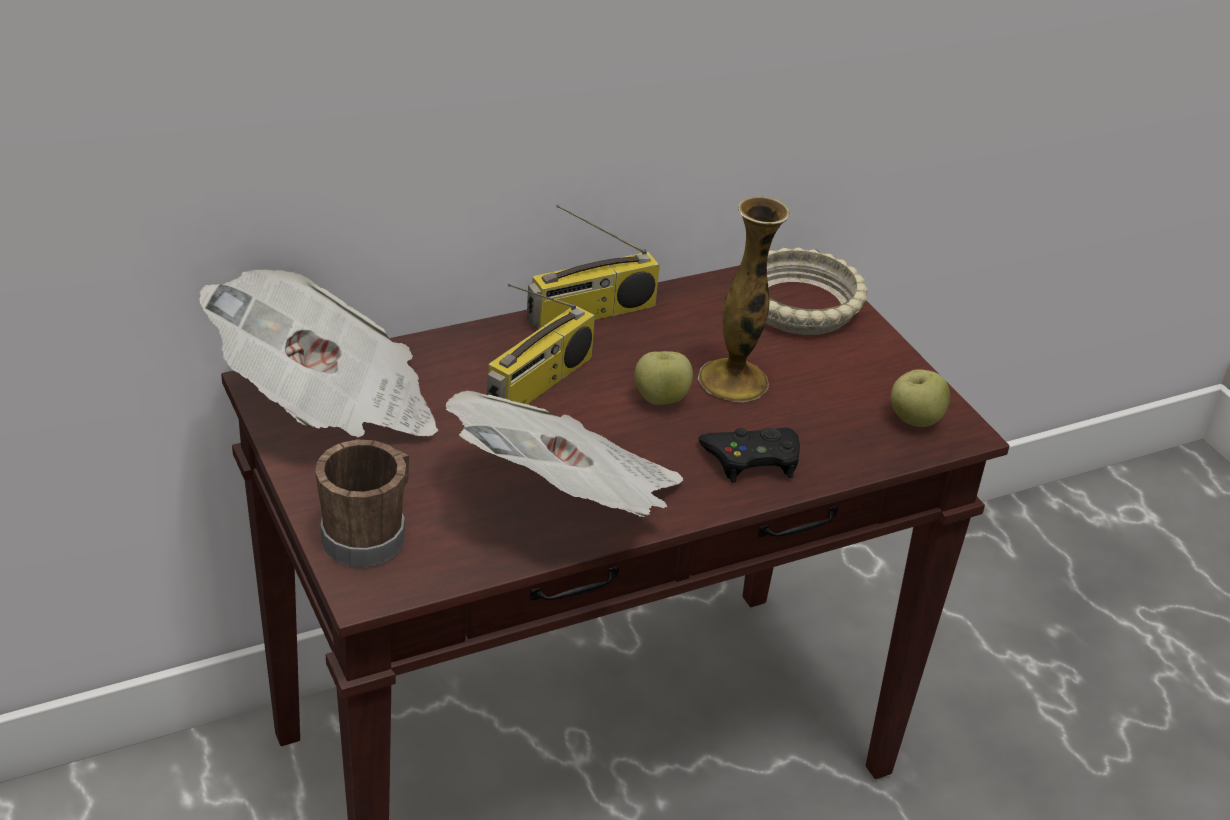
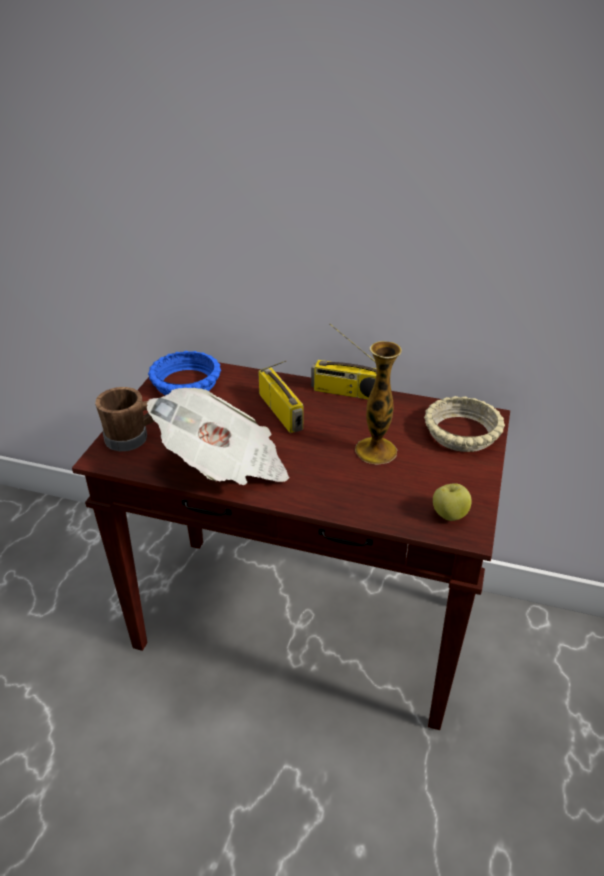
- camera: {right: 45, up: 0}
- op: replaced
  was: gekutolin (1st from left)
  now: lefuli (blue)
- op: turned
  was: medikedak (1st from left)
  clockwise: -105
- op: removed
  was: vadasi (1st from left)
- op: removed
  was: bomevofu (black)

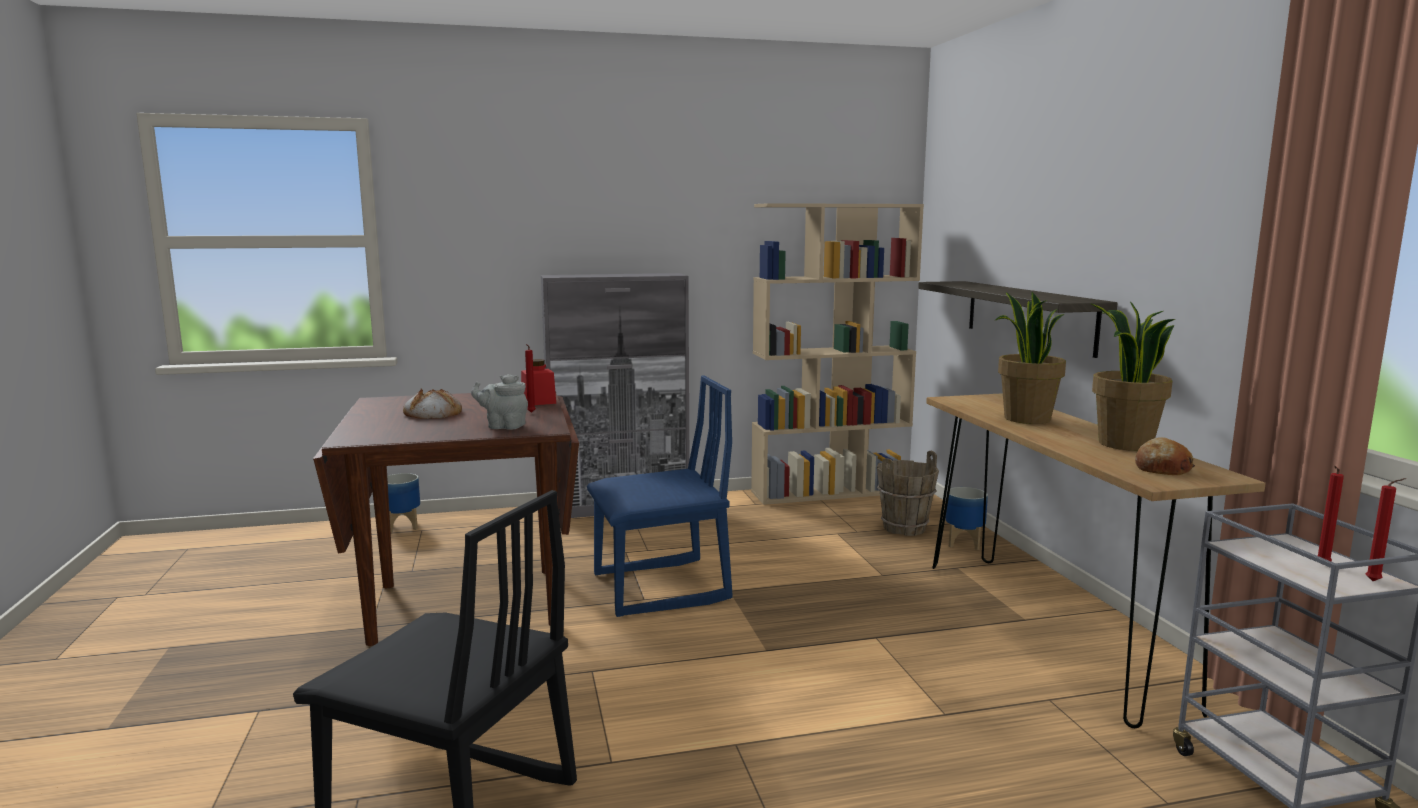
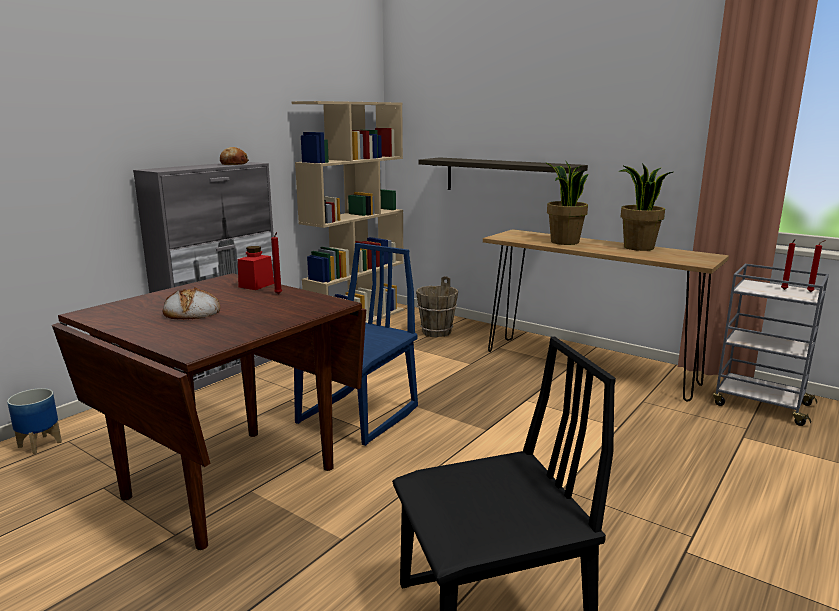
- camera: {right: -40, up: 5}
- op: moved
  was: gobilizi (2nd from left)
- op: removed
  was: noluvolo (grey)
- op: removed
  was: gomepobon (2nd from left)

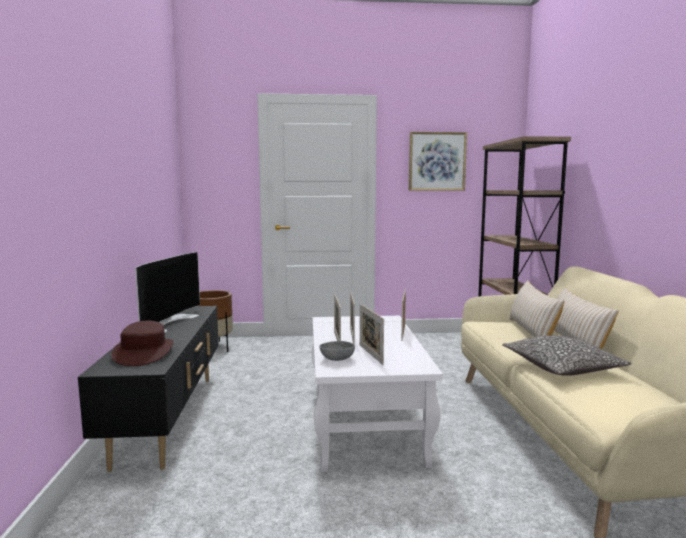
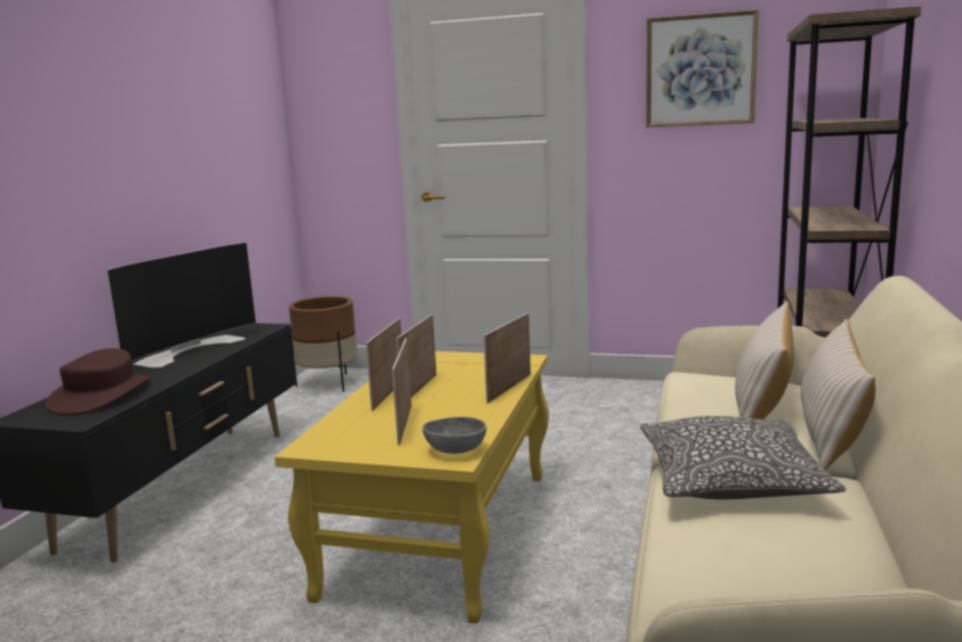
- camera: {right: 20, up: 5}
- op: recoloured
  was: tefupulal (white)
  now: tefupulal (yellow)
- op: moved
  was: lefuli (grey)

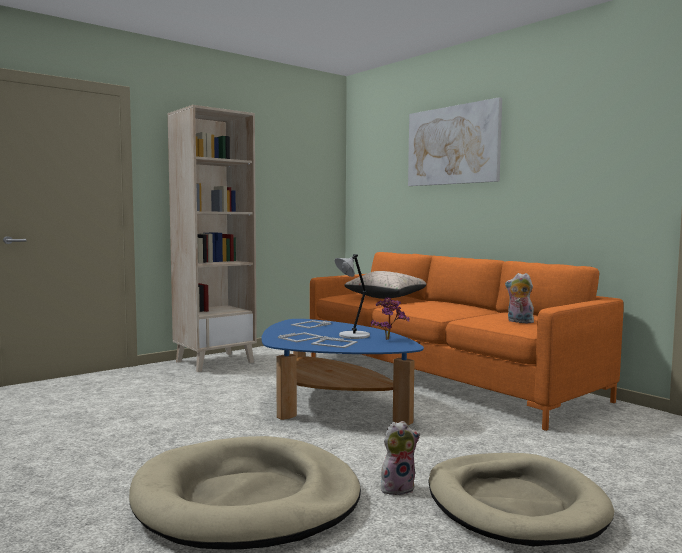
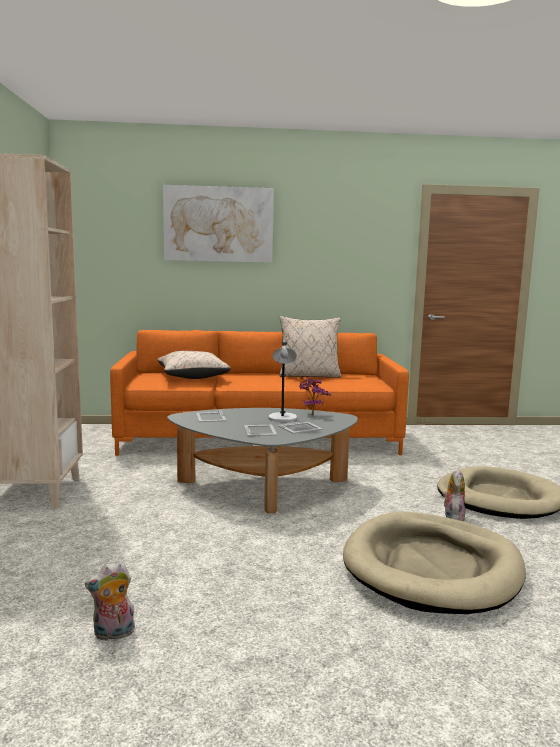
- camera: {right: -55, up: 5}
- op: moved
  was: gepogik (2nd from left in the first image)
  now: gepogik (1st from left)
- op: recoloured
  was: tefupulal (blue)
  now: tefupulal (grey)
- op: added
  now: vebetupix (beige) (2nd from left)

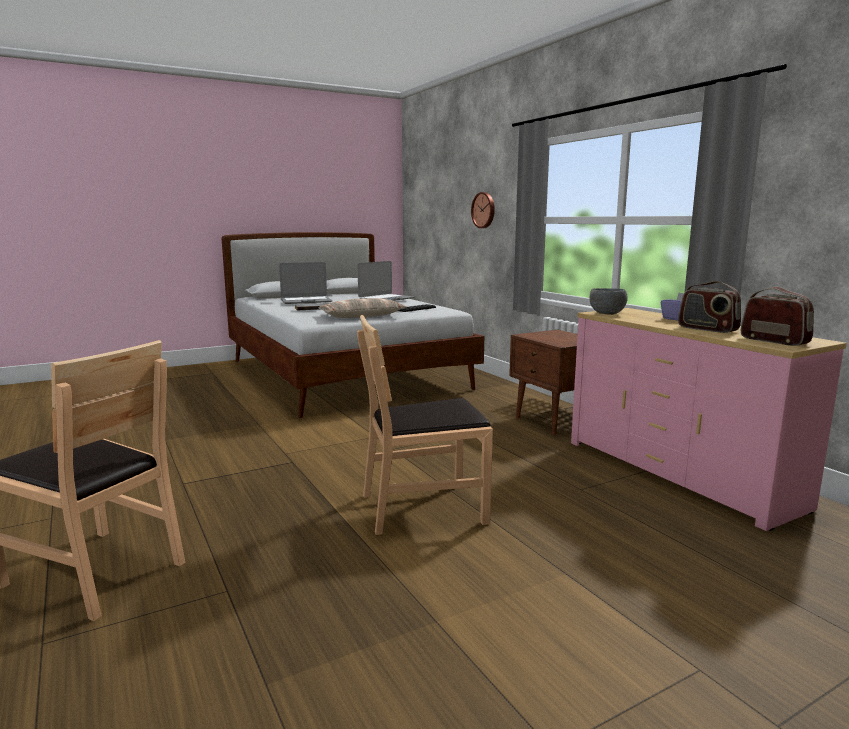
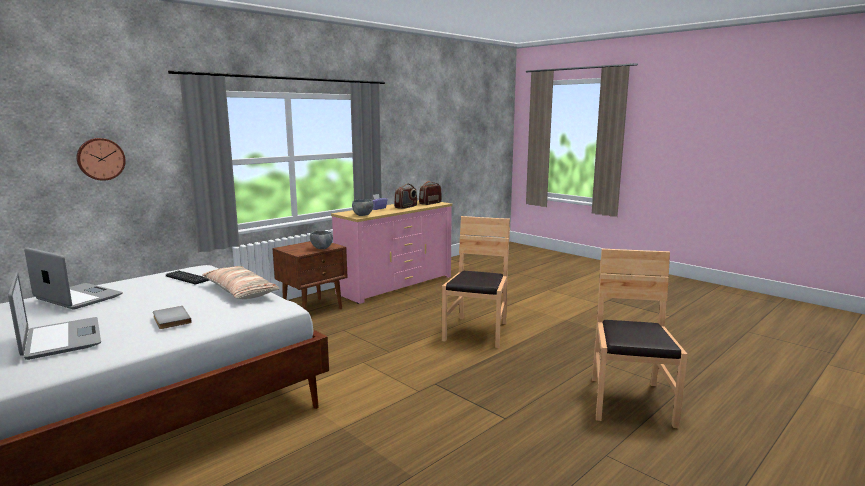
- camera: {right: -105, up: 0}
- op: added
  now: lefuli (grey) (1st from left)
- op: turned
  was: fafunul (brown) (2nd from left in the first image)
  clockwise: -135

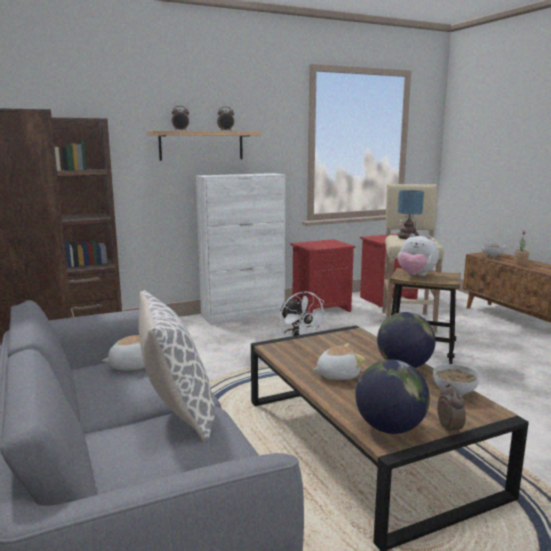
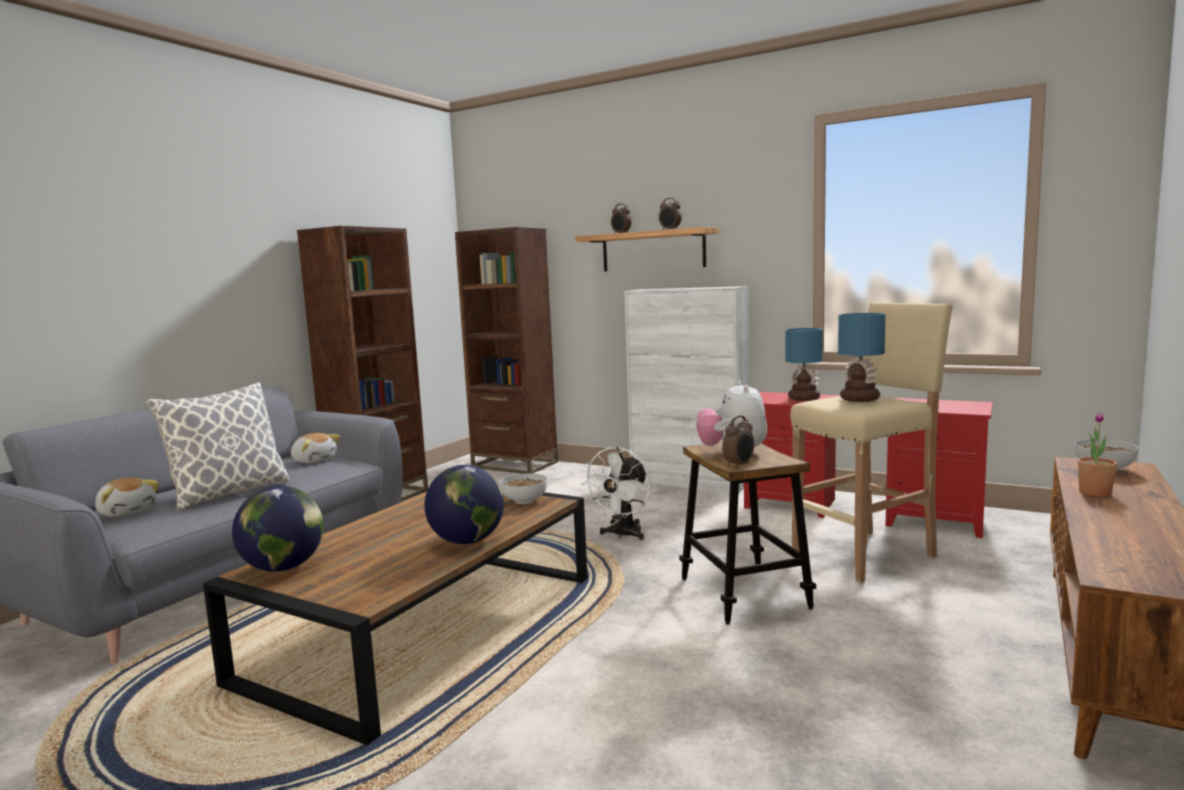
- camera: {right: 55, up: -5}
- op: moved
  was: gepogik (2nd from left in the first image)
  now: gepogik (1st from left)
- op: moved
  was: lefuli (1st from left)
- op: moved
  was: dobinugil (3rd from left)
- op: added
  now: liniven (1st from left)

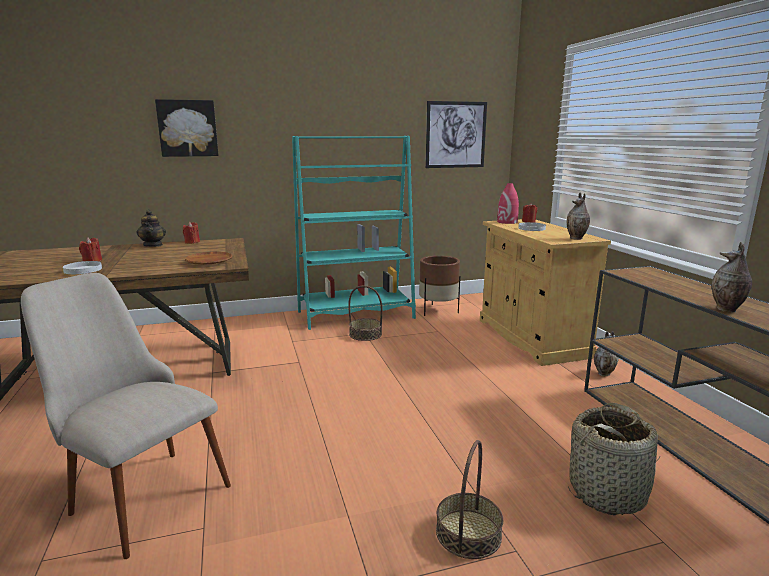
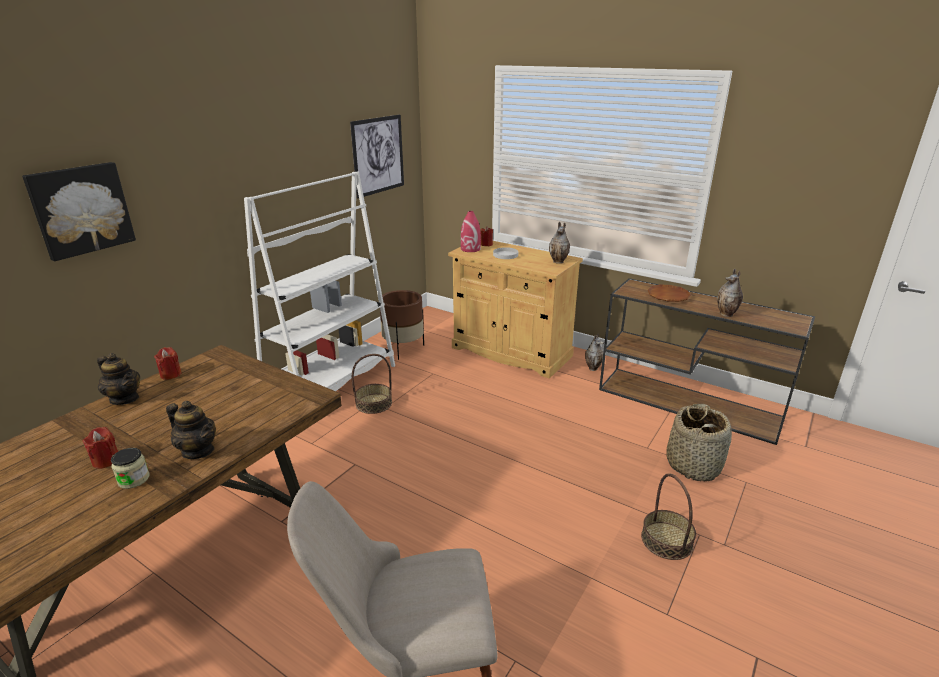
- camera: {right: -40, up: 10}
- op: replaced
  was: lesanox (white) (1st from left)
  now: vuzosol
- op: added
  now: noluvolo (2nd from left)
- op: recoloured
  was: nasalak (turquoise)
  now: nasalak (white)
- op: moved
  was: lesanox (brown)

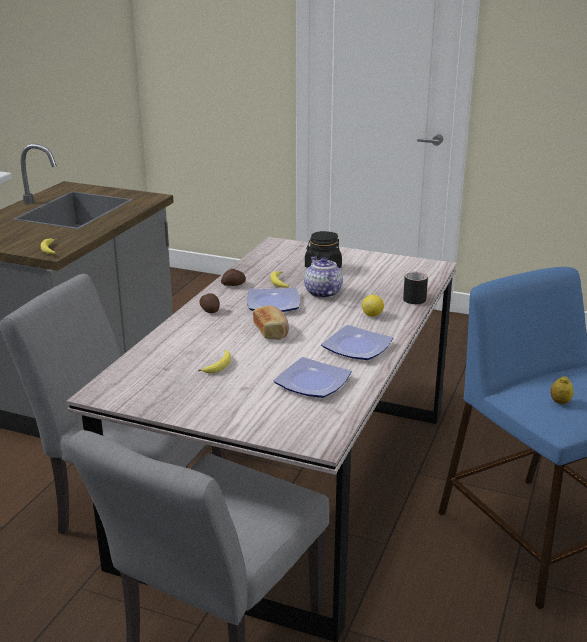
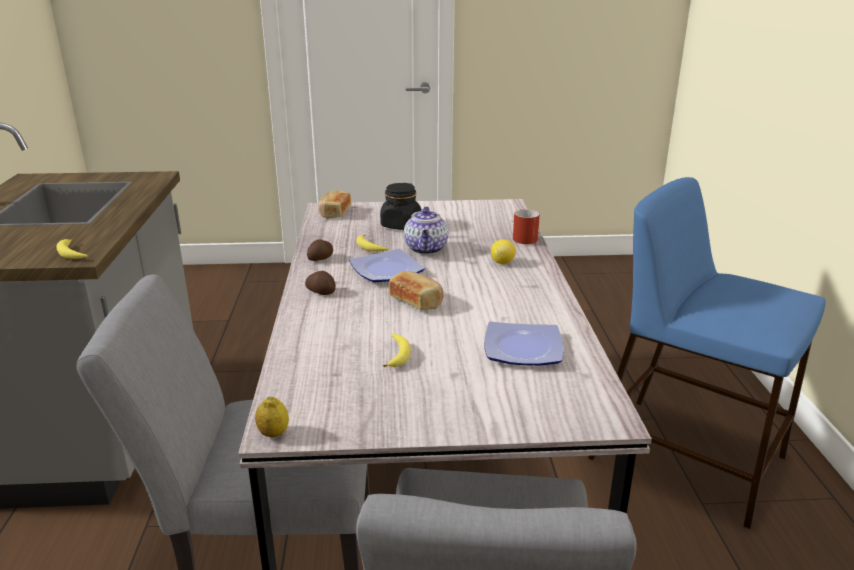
- camera: {right: -25, up: 0}
- op: moved
  was: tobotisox (2nd from left in the first image)
  now: tobotisox (1st from left)
- op: added
  now: gobilizi (1st from left)
- op: turned
  was: noluvolo
  clockwise: -135
- op: recoloured
  was: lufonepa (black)
  now: lufonepa (red)
- op: removed
  was: lesanox (3rd from left)

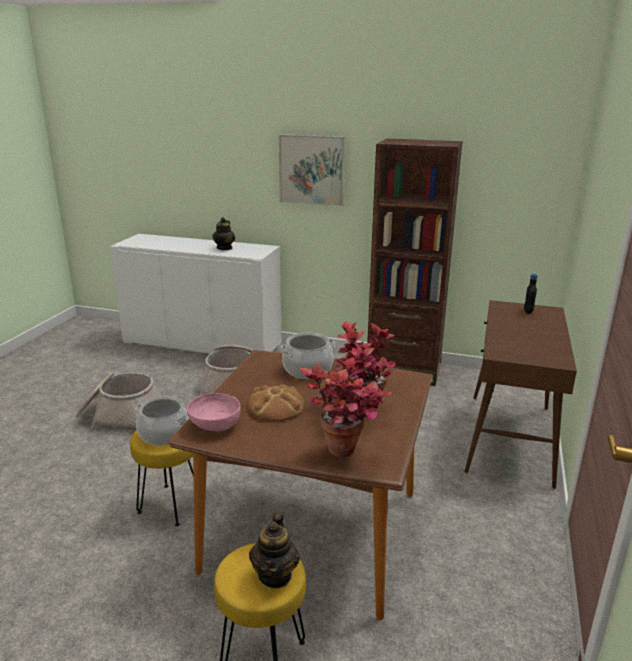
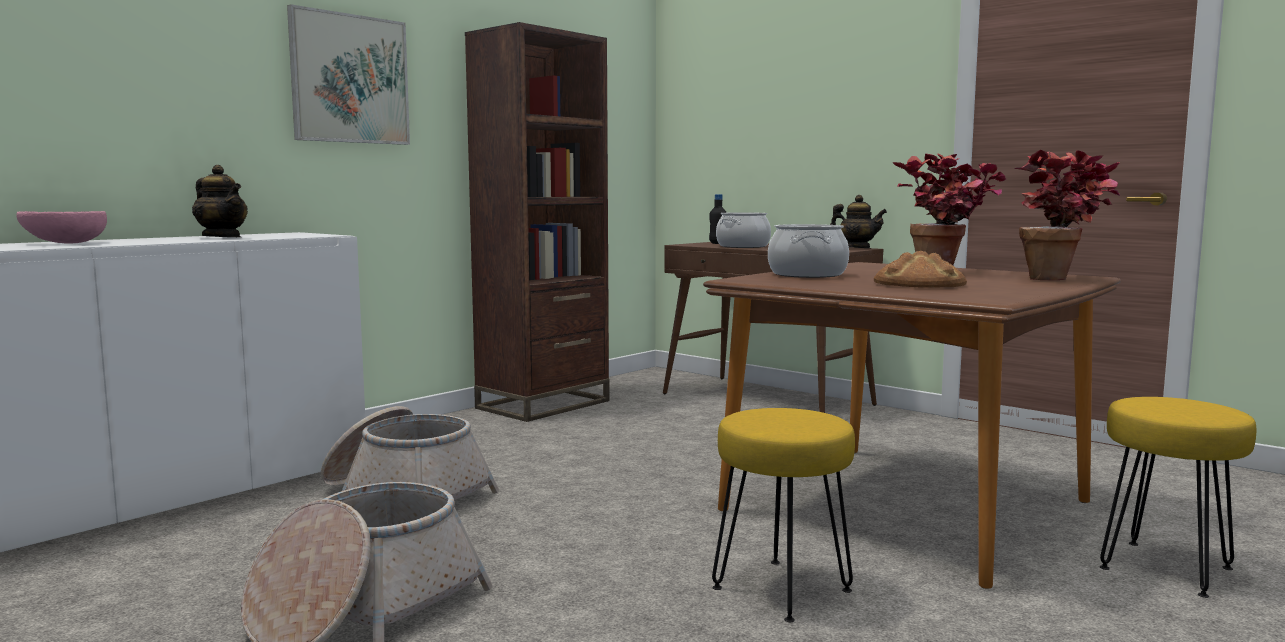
- camera: {right: -65, up: -15}
- op: moved
  was: lefuli (pink)
- op: moved
  was: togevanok (1st from left)
- op: moved
  was: noluvolo (2nd from left)

